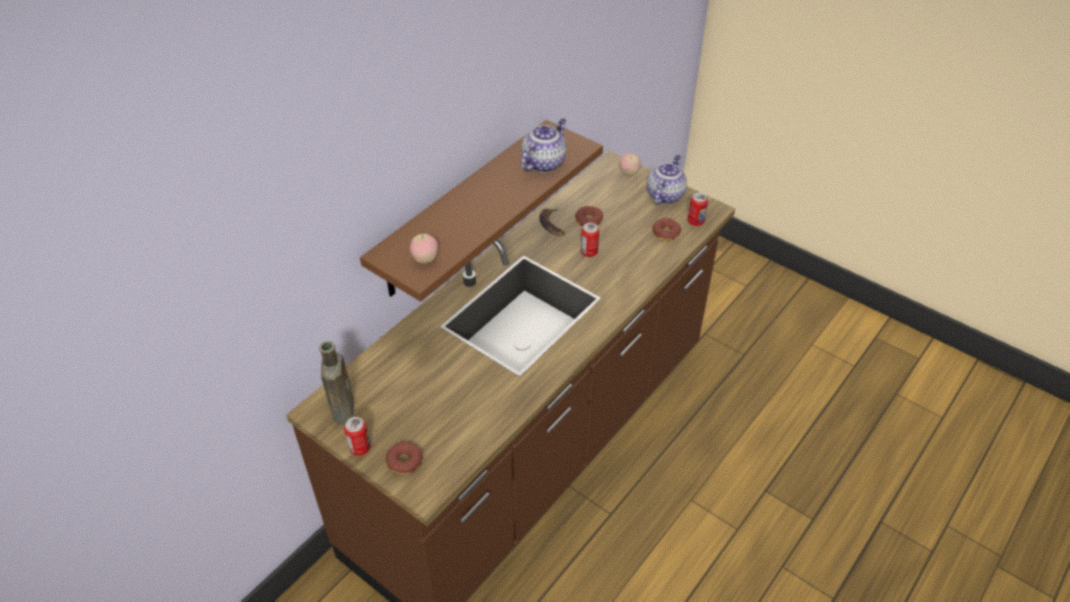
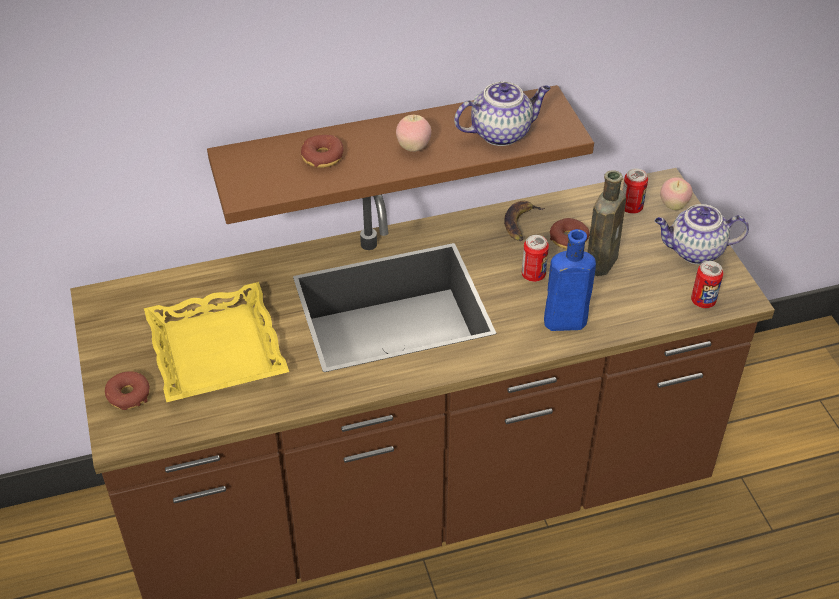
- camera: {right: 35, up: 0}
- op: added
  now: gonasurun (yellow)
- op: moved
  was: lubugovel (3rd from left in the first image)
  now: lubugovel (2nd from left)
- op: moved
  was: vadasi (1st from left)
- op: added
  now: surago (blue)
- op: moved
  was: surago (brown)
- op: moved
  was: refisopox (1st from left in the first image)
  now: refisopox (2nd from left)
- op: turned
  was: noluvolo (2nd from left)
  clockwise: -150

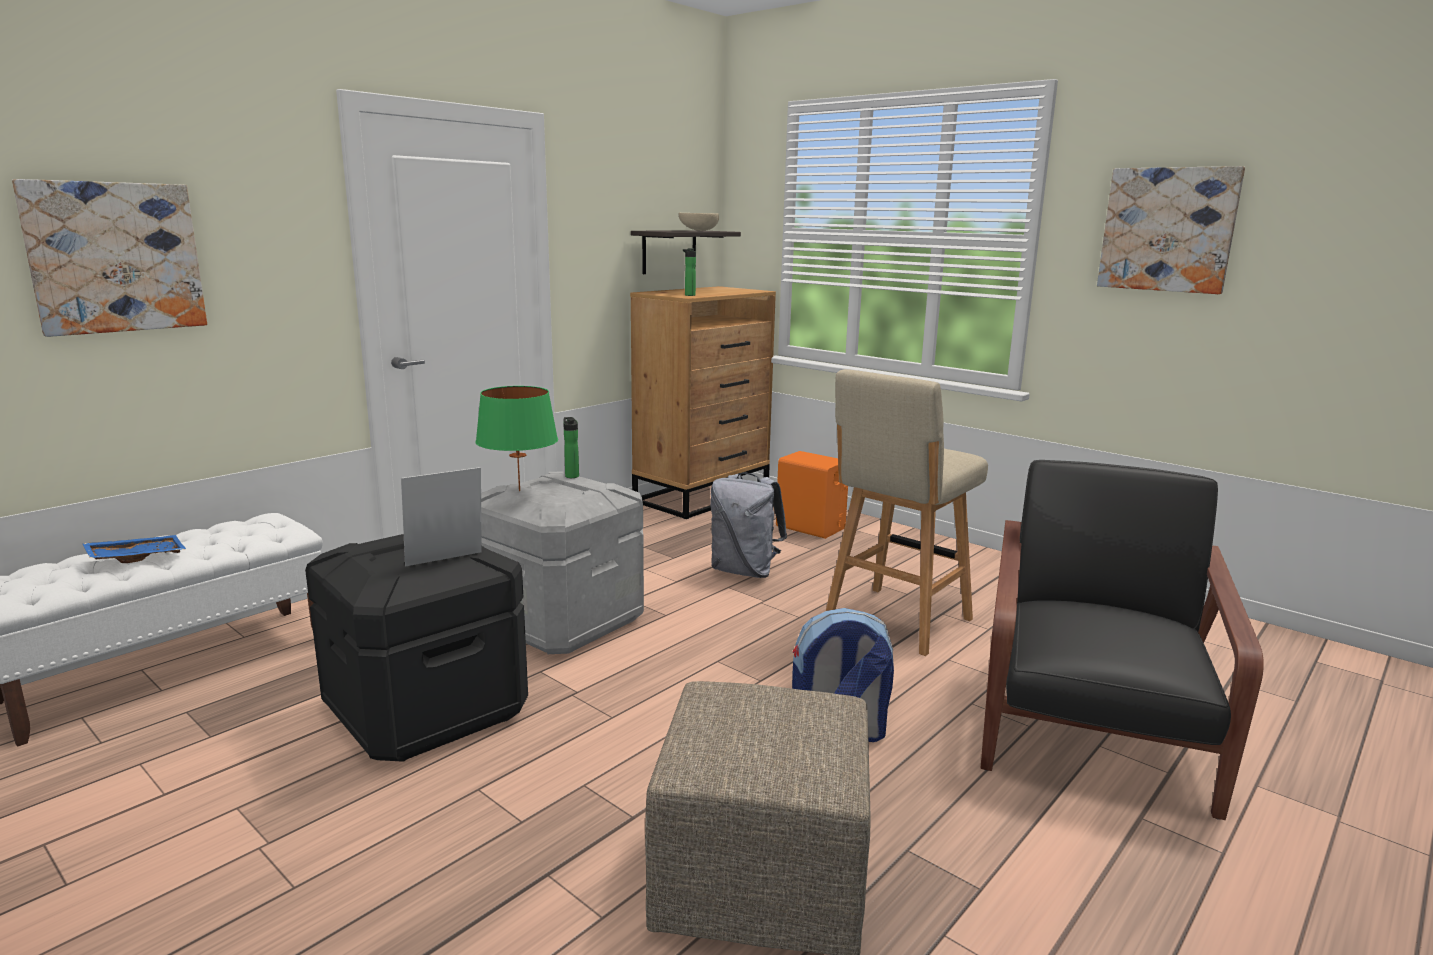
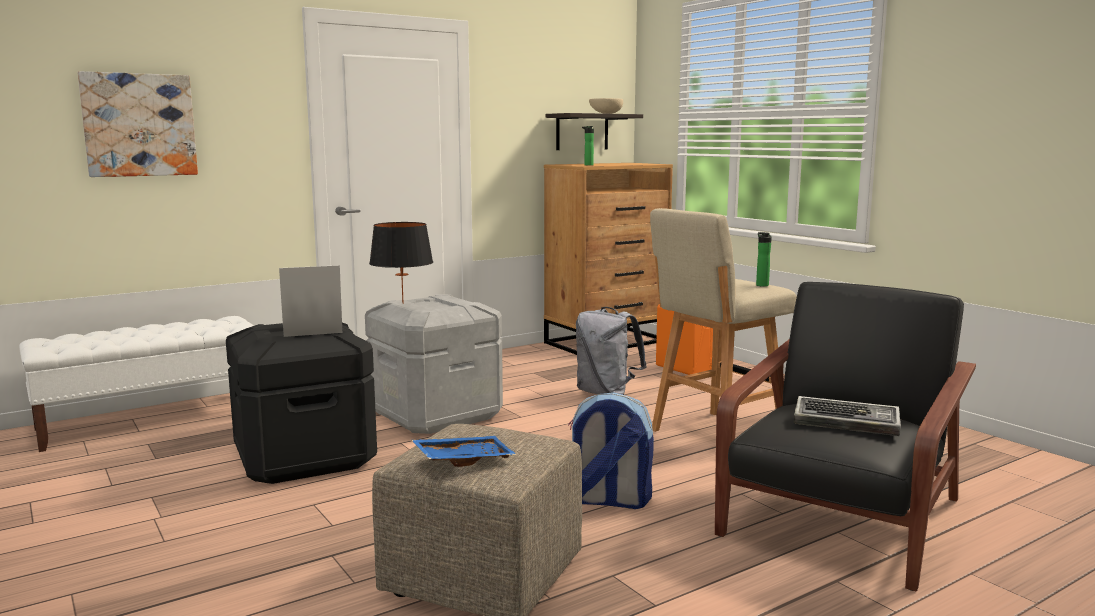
- camera: {right: 15, up: -5}
- op: recoloured
  was: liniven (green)
  now: liniven (black)
- op: moved
  was: gonasurun (blue)
- op: moved
  was: surago (1st from left in the first image)
  now: surago (2nd from left)
- op: added
  now: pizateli
- op: removed
  was: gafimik (2nd from left)

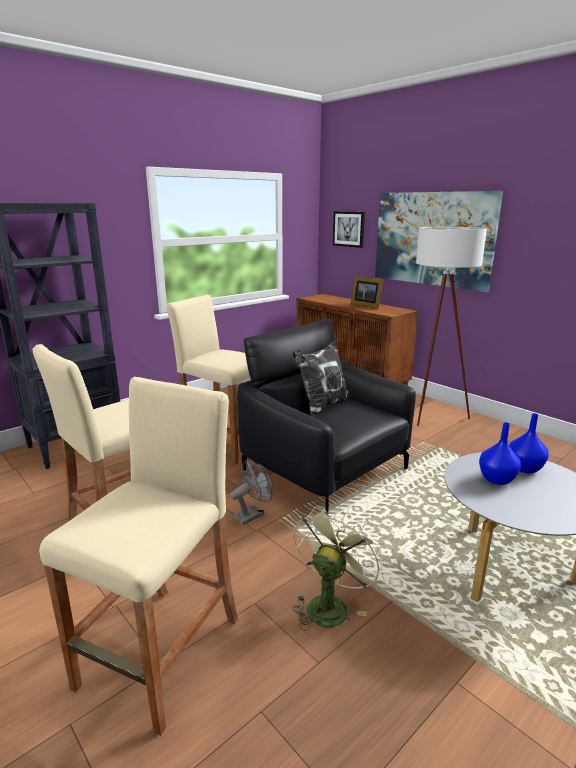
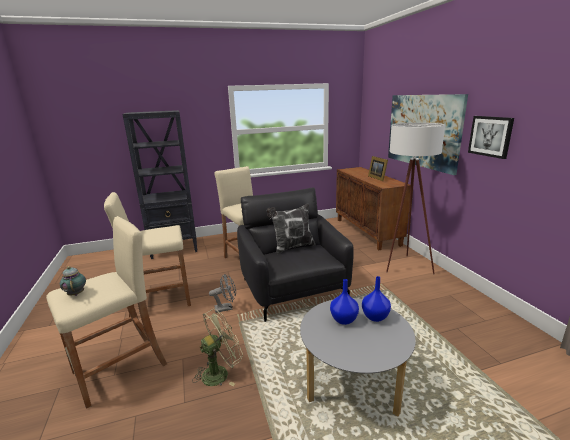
- camera: {right: 25, up: 0}
- op: added
  now: noluvolo
- op: moved
  was: gafimik (1st from left in the first image)
  now: gafimik (2nd from left)

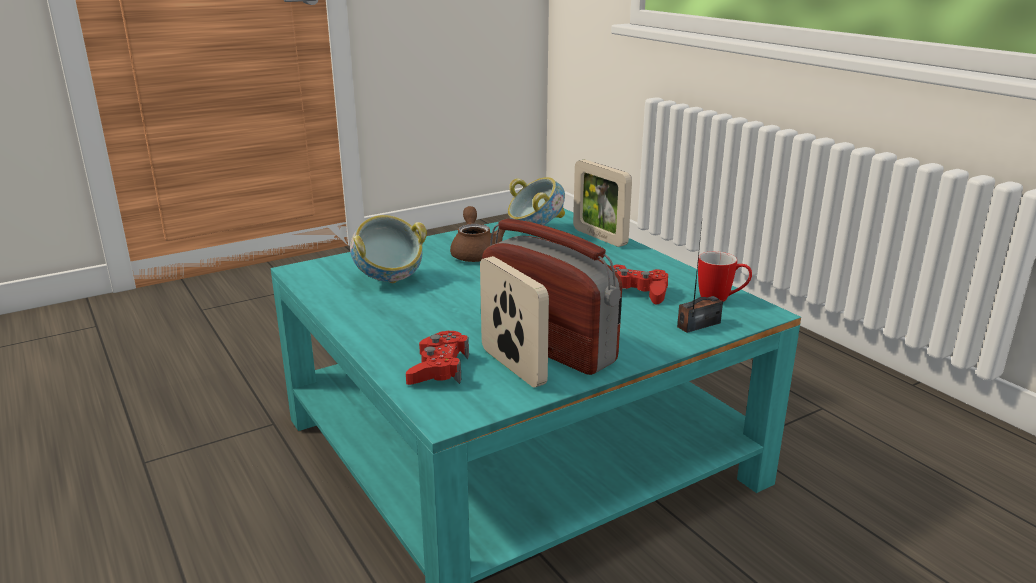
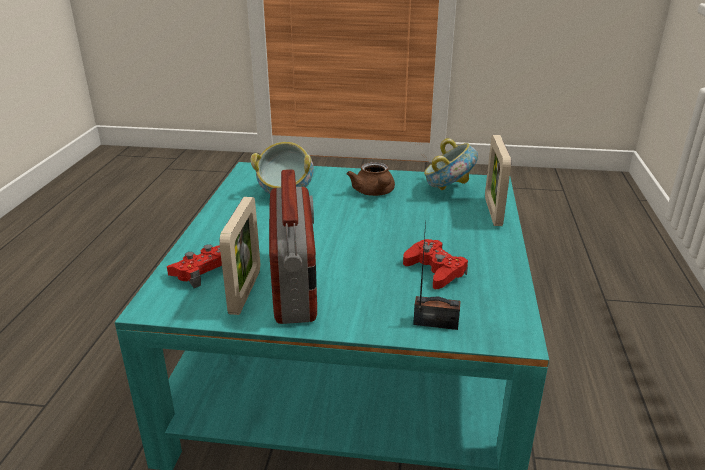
- camera: {right: 40, up: 5}
- op: turned
  was: noluvolo (brown)
  clockwise: 135
- op: removed
  was: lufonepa

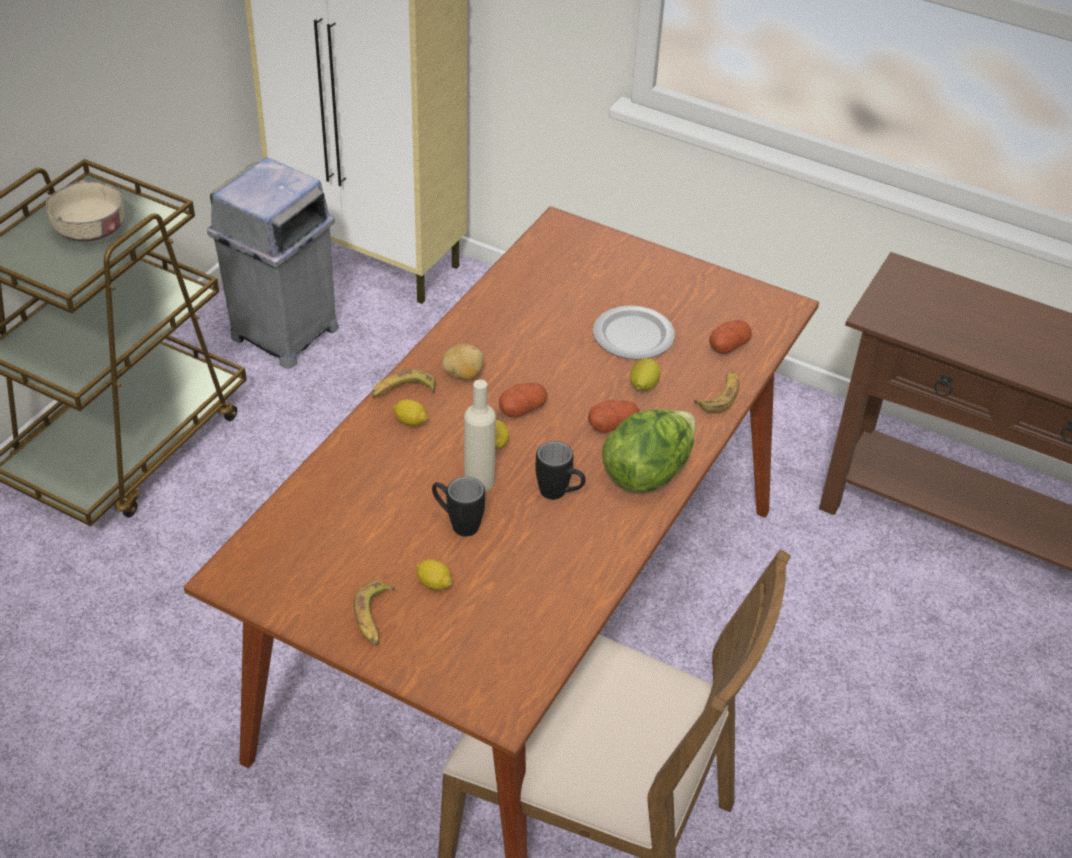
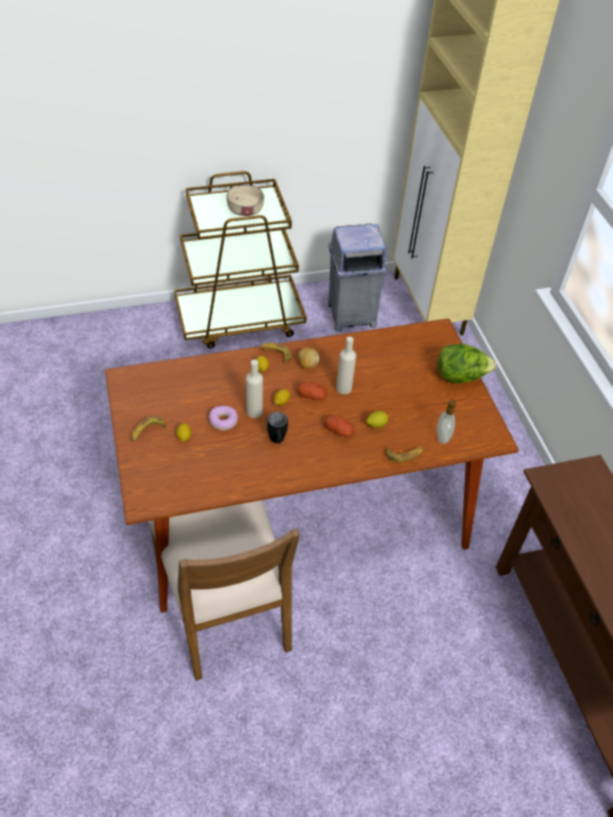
- camera: {right: 45, up: 5}
- op: replaced
  was: lufonepa (black) (1st from left)
  now: lubugovel
- op: added
  now: surago (beige) (2nd from left)
- op: replaced
  was: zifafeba (4th from left)
  now: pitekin
- op: moved
  was: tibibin
- op: removed
  was: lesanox

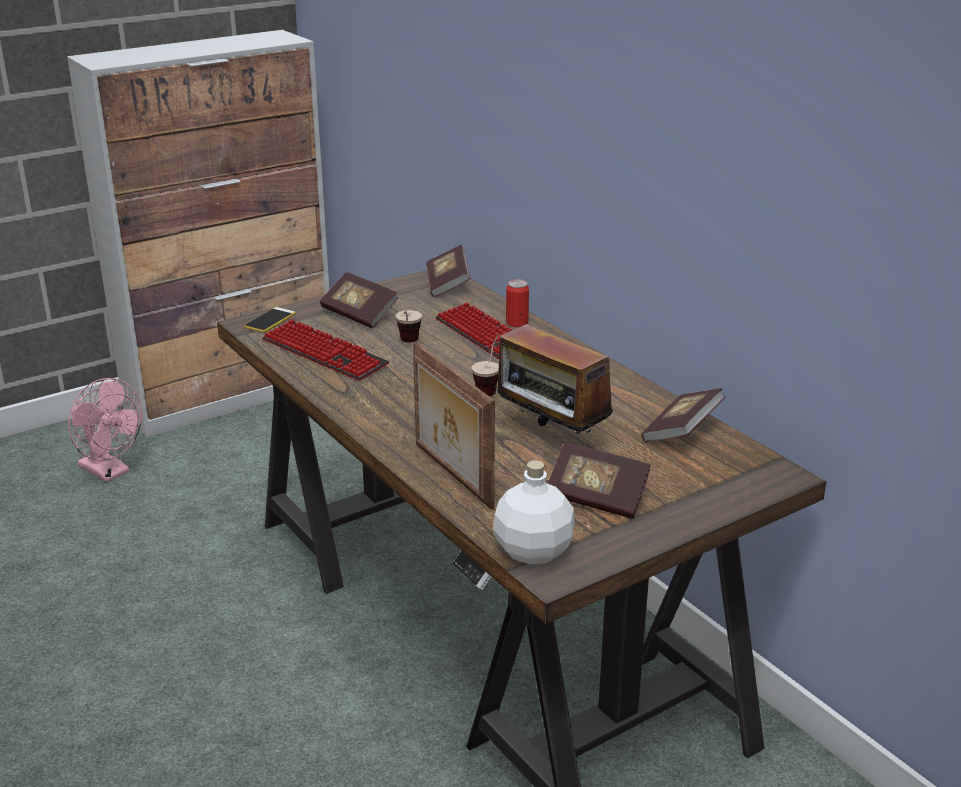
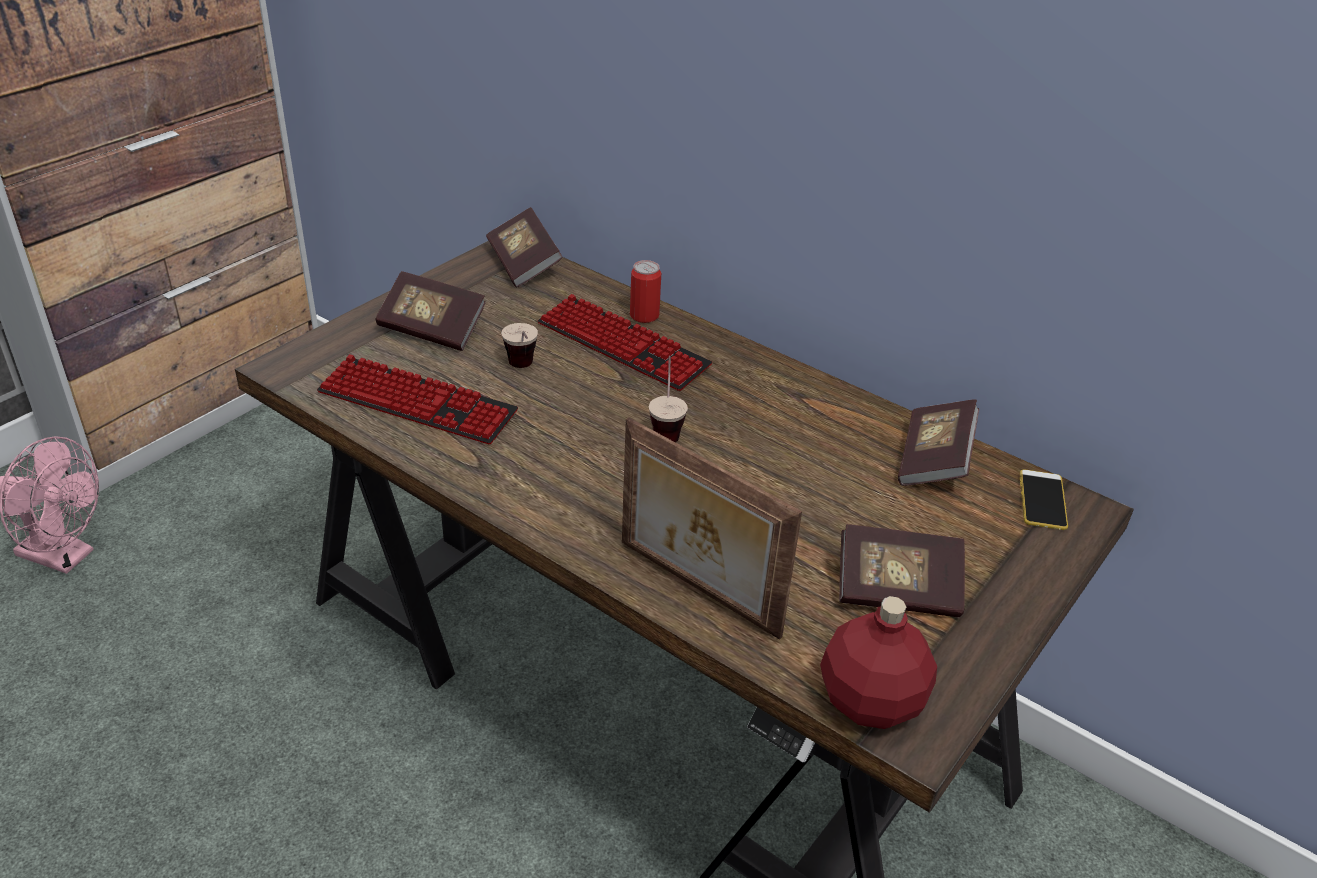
- camera: {right: -20, up: 10}
- op: recoloured
  was: surago (white)
  now: surago (red)
- op: moved
  was: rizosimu
- op: removed
  was: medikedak

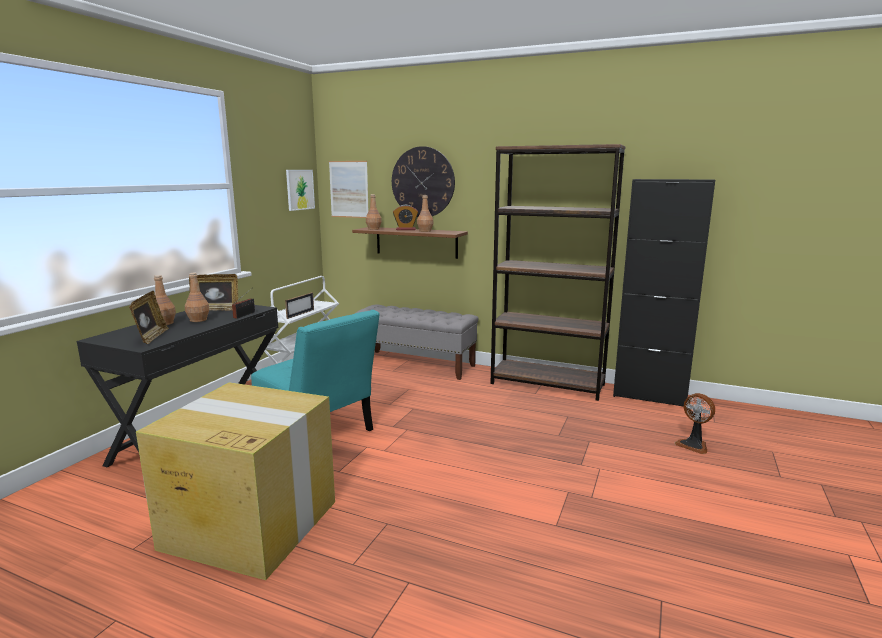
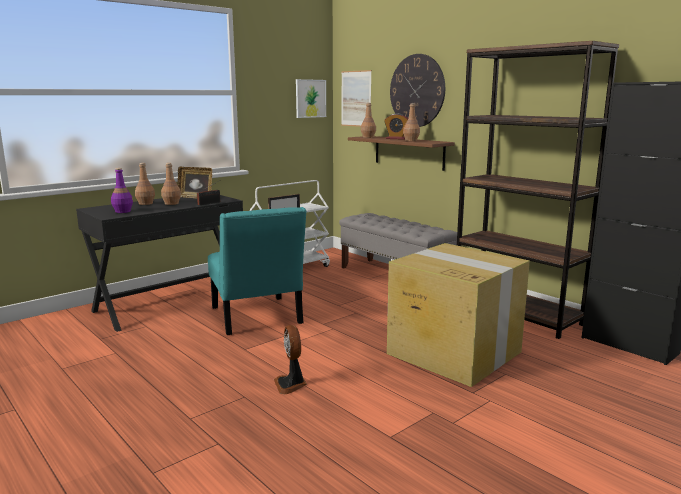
- camera: {right: 25, up: 0}
- op: replaced
  was: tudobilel (1st from left)
  now: surago (purple)
- op: moved
  was: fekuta
- op: moved
  was: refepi

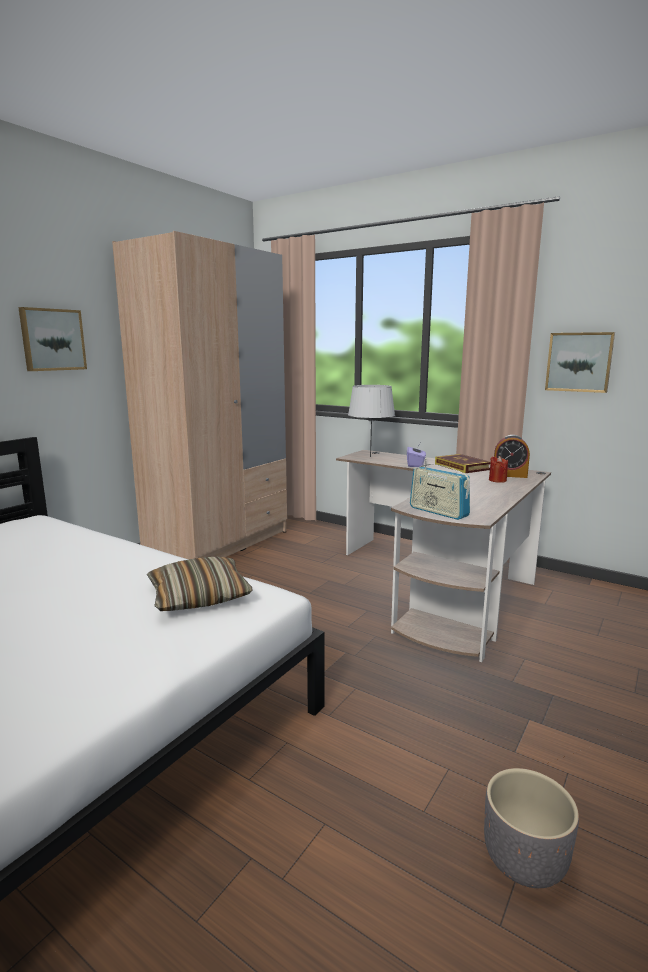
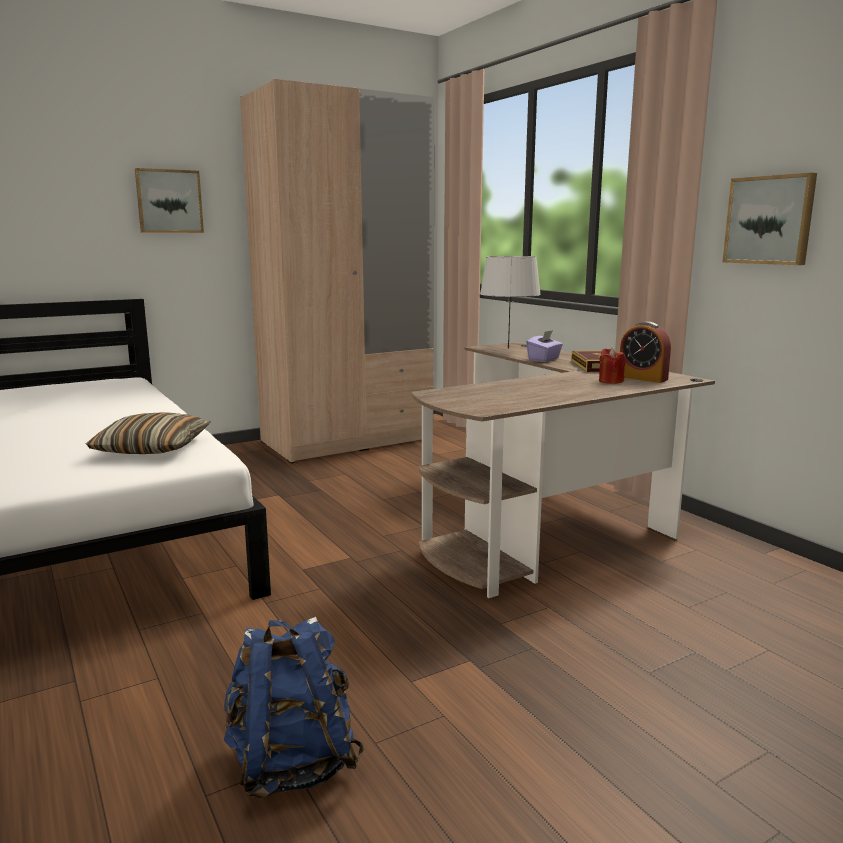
- camera: {right: 25, up: 0}
- op: replaced
  was: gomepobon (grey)
  now: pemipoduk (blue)
- op: removed
  was: medikedak

